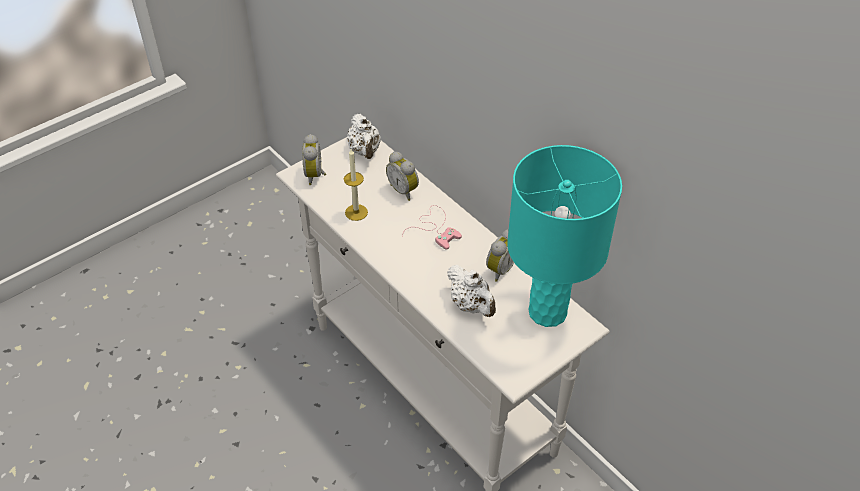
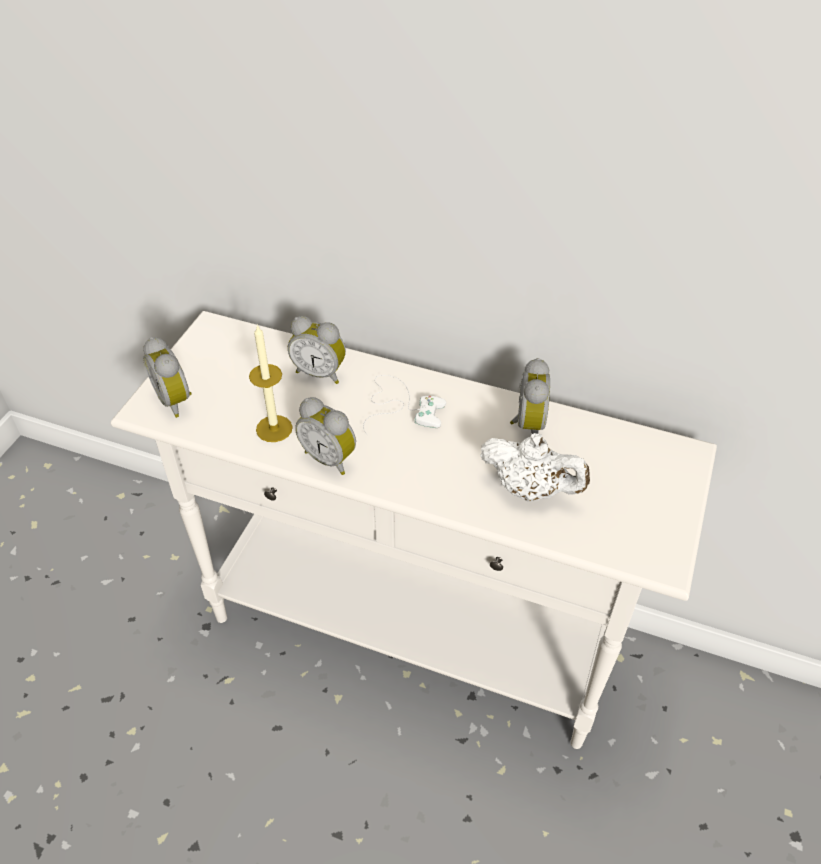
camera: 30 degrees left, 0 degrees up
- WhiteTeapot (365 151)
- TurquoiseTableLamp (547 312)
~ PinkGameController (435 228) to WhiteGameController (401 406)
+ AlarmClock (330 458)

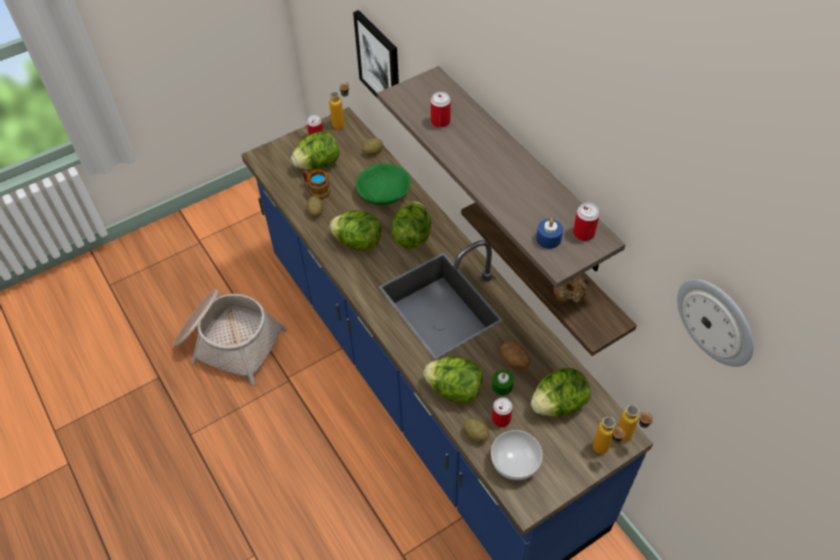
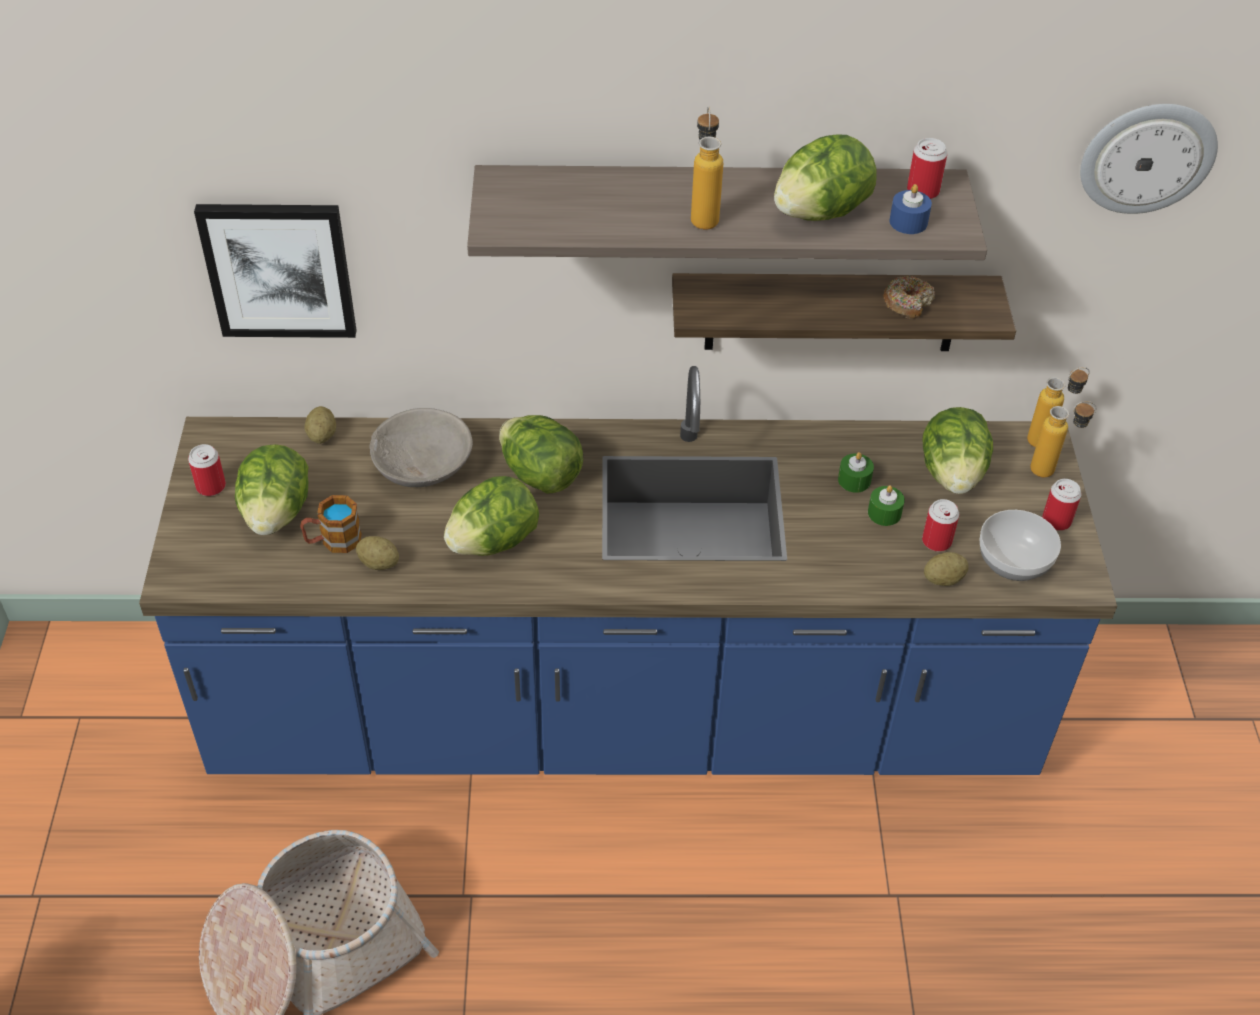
camera: 60 degrees left, 5 degrees down
~ Bottle (342 123) to (703 214)
~ Can (440 121) to (1056 520)
~ GreenBowl (384 193) to GreyBowl (423 465)
~ Potato (515 361) to GreenCandle (854 480)
~ Lettuce (454 389) to (820 212)

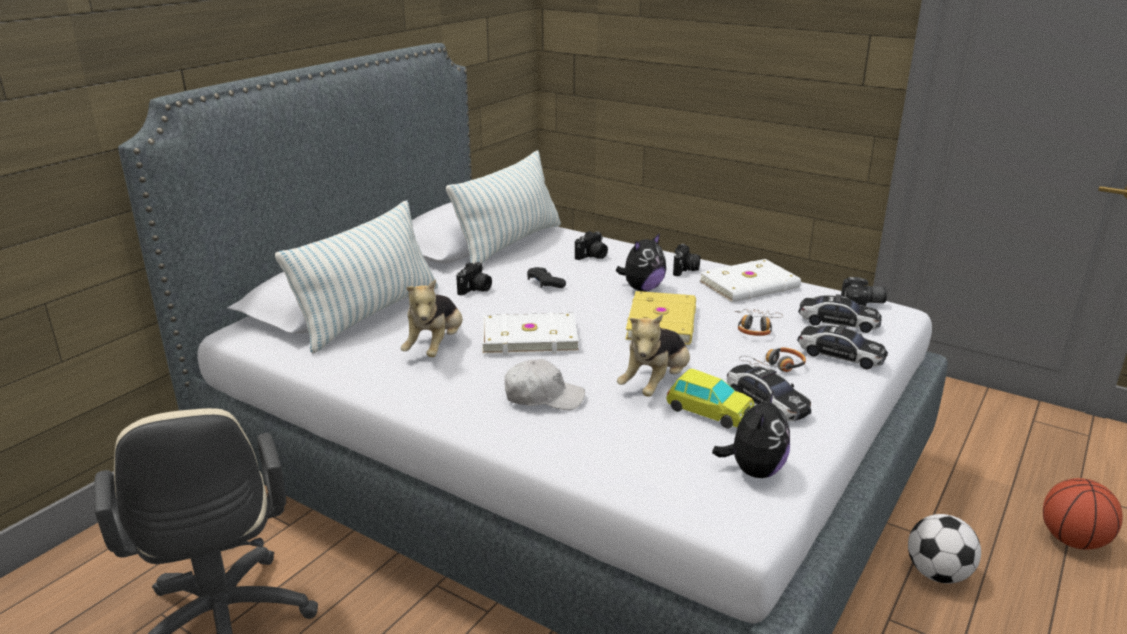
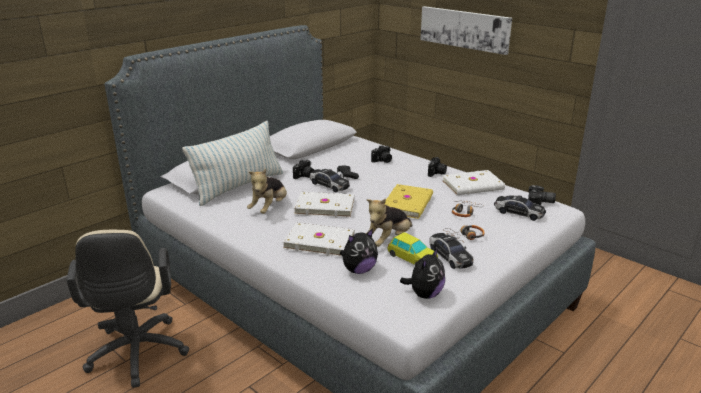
camera: 10 degrees right, 0 degrees up
- Pillow (509 244)
~ PlushToy (642 289) to (358 270)
~ ToyCar (840 355) to (329 185)
~ WhiteCap (543 397) to WhiteBook (319 241)
- Basketball (1072 540)
- Football (937 574)
+ Picture (464 29)

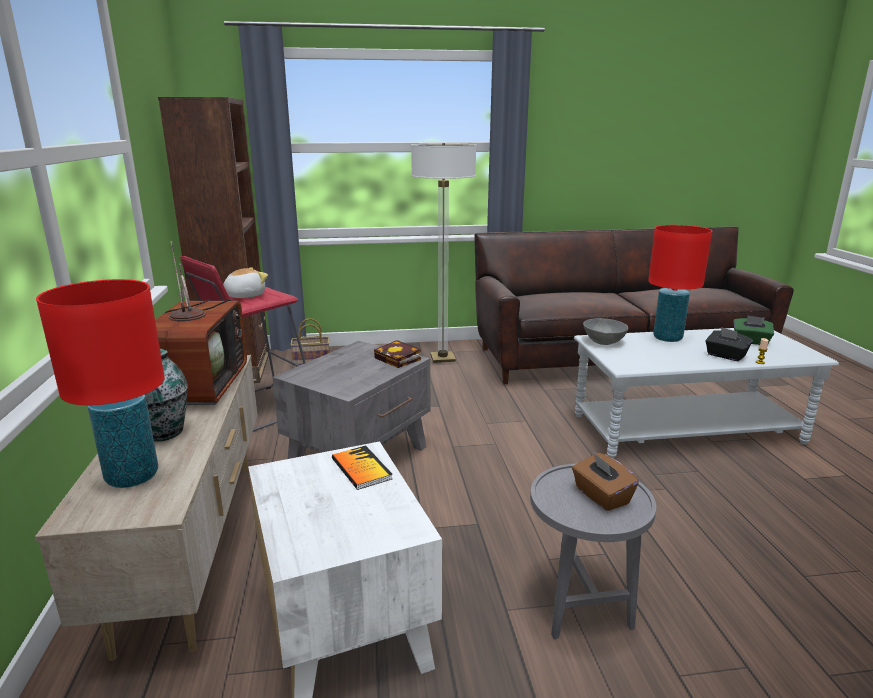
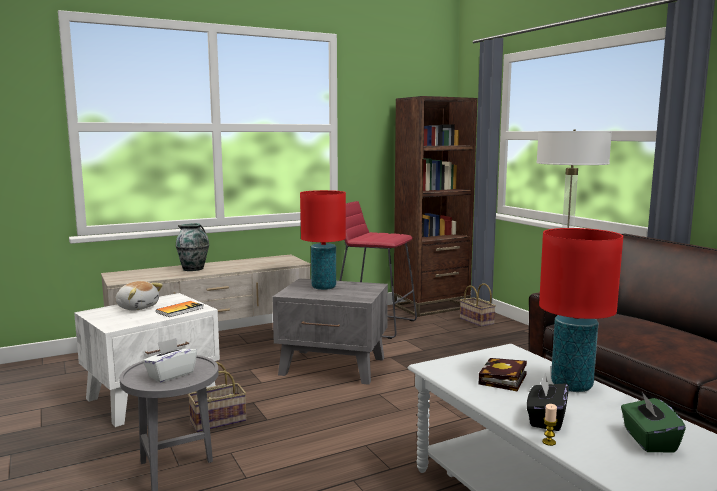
camera: 70 degrees right, 10 degrees down
- Television (200 386)
~ PlushToy (244 295) to (137 307)
~ RedTableLamp (132 476) to (324 287)
- GreyBowl (604 342)
~ Book (399 359) to (503 380)
~ BrownTissueBox (601 496) to WhiteTissueBox (171 375)
+ Basket (219 420)

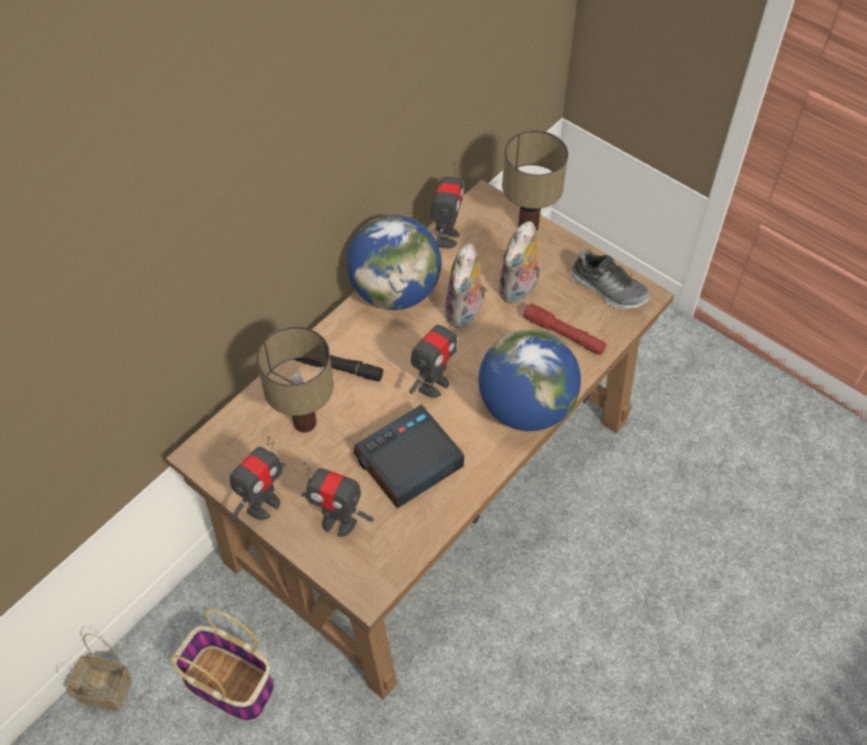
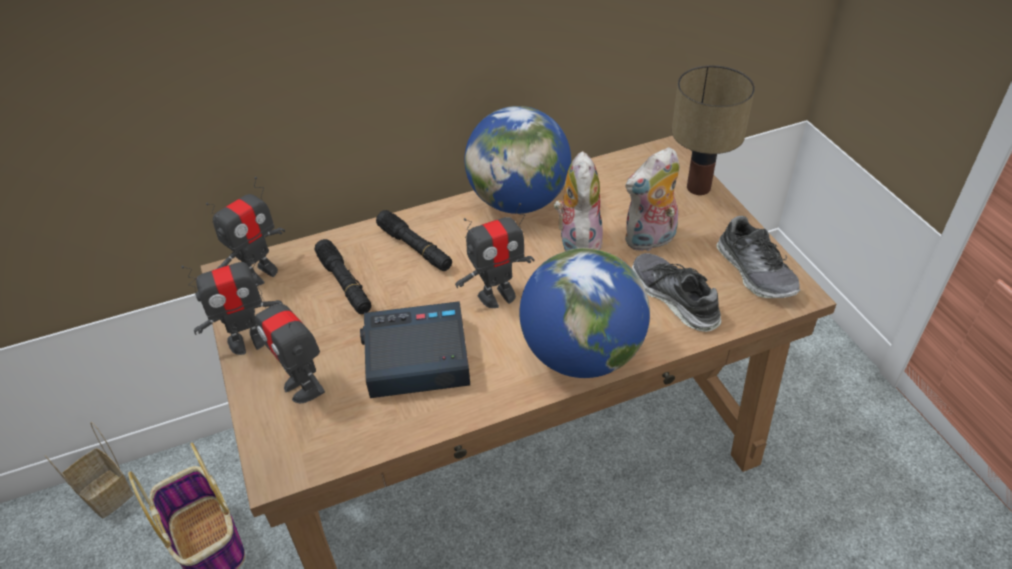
camera: 30 degrees right, 10 degrees down
~ ToyRobot (446 238) to (259 273)
~ PlushToy (465 313) = (577 242) 135 degrees clockwise
~ RedFlashlight (564 334) to Shoe (674 298)
~ TableLamp (305 424) to BlackFlashlight (344 283)

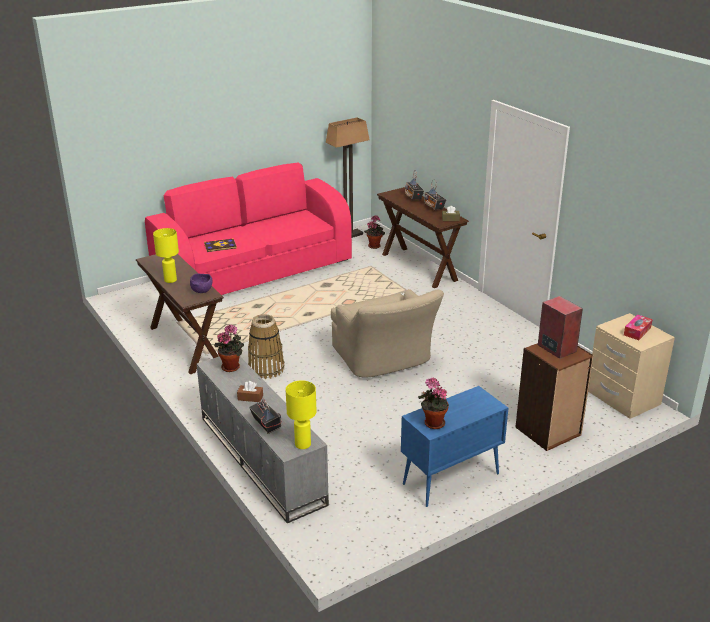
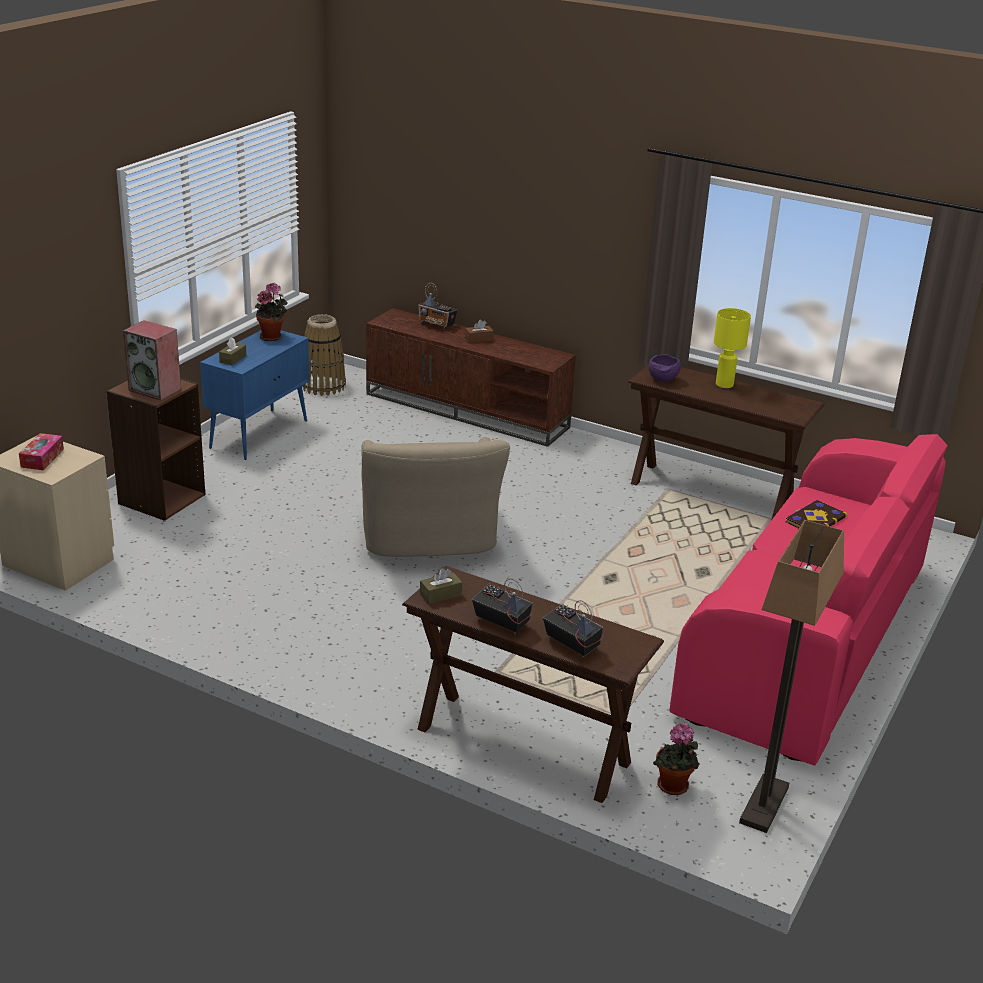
camera: 150 degrees right, 0 degrees up
~ BeigeArmchair (384 359) = (428 537) 135 degrees counterclockwise
~ Basket (266 369) to (323 386)
- PottedPlant (232 367)
~ GreyTvStand (259 459) to BrownTvStand (468 410)
- YellowTableLamp (303 445)
+ BrownTissueBox (233 359)

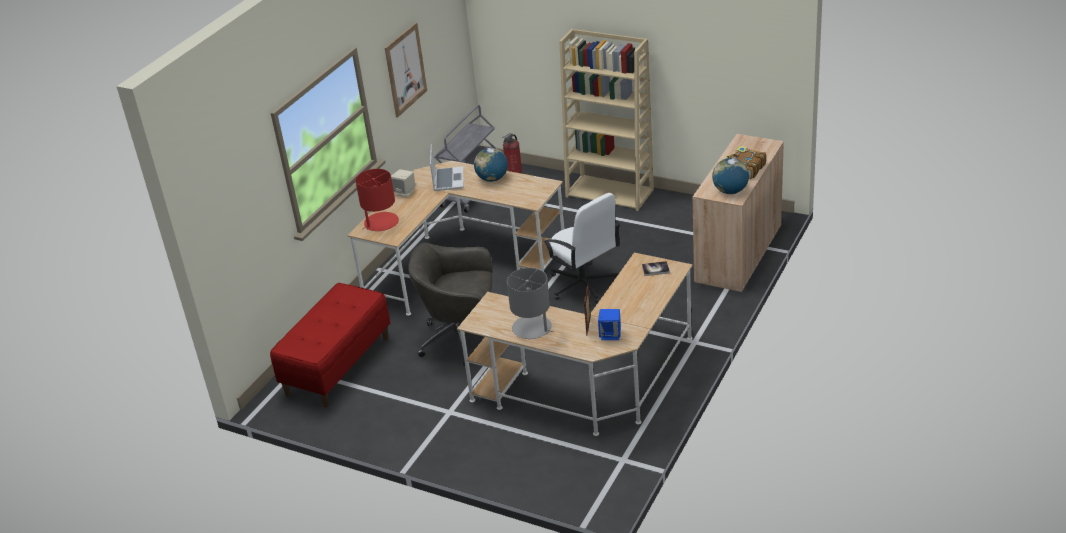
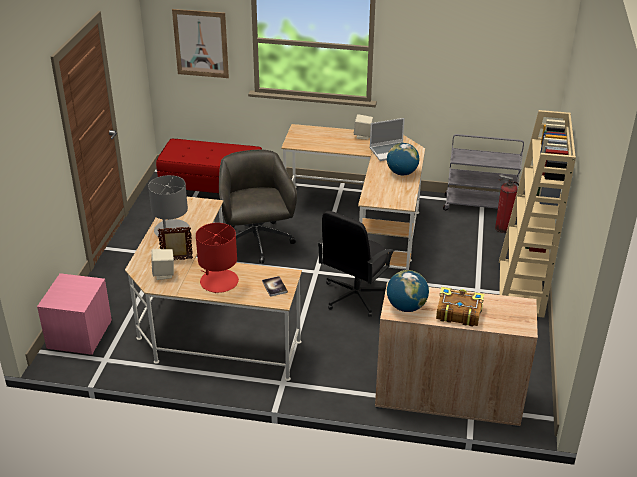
camera: 70 degrees right, 0 degrees up
~ Picture (405 69) to (201 43)
~ RedTableLamp (381 223) to (218 281)
~ WhiteOfficeChair (583 285) to BlackOfficeChair (355 296)
~ BlueSpeaker (610 335) to BeigeSpeaker (164 274)
+ PinkNightstand (79 335)

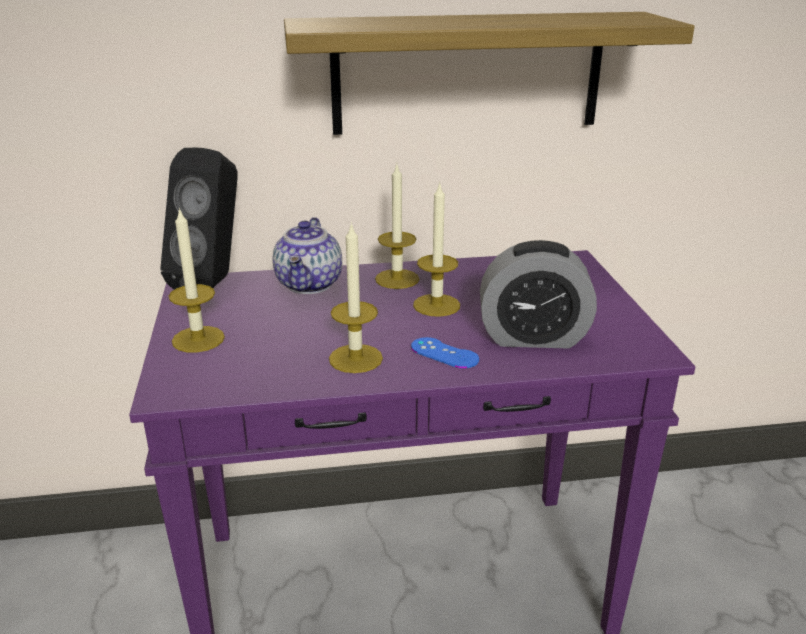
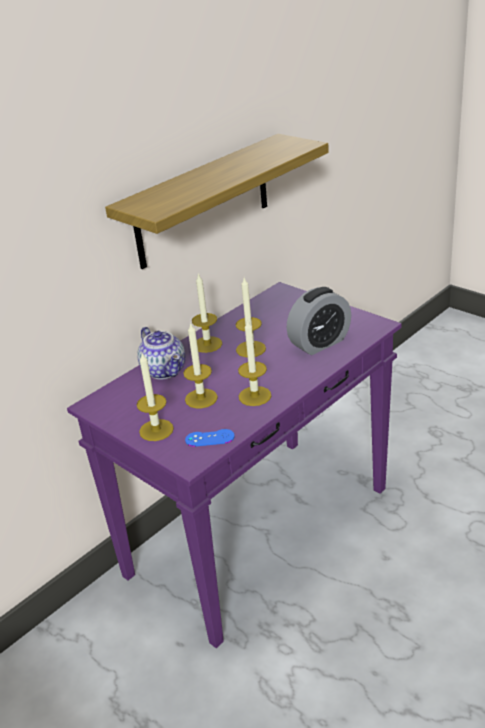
camera: 35 degrees left, 5 degrees up
- BlackSpeaker (214 283)
~ BlueGameController (444 353) to (210 438)
+ Candle (201 398)

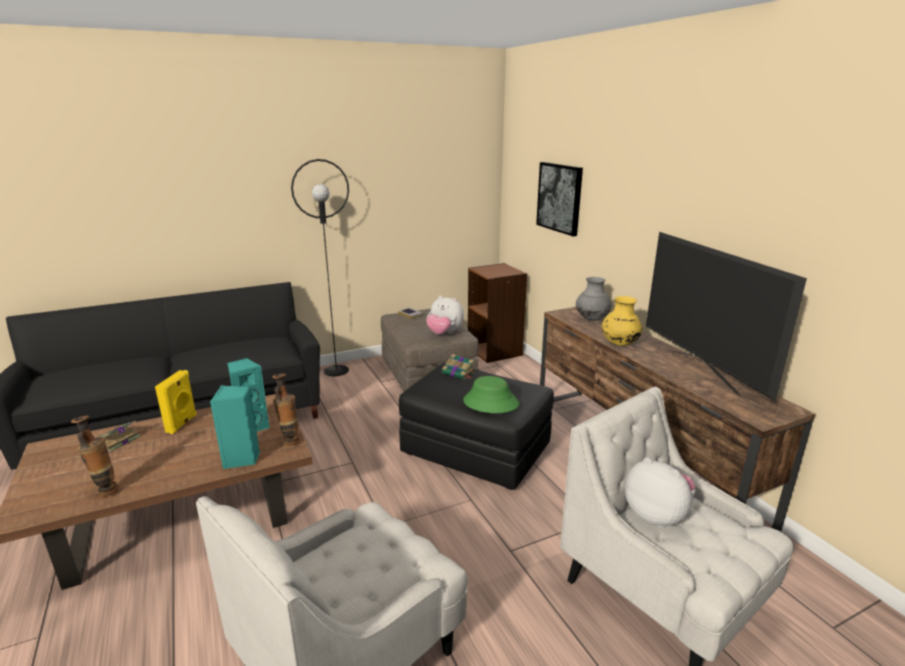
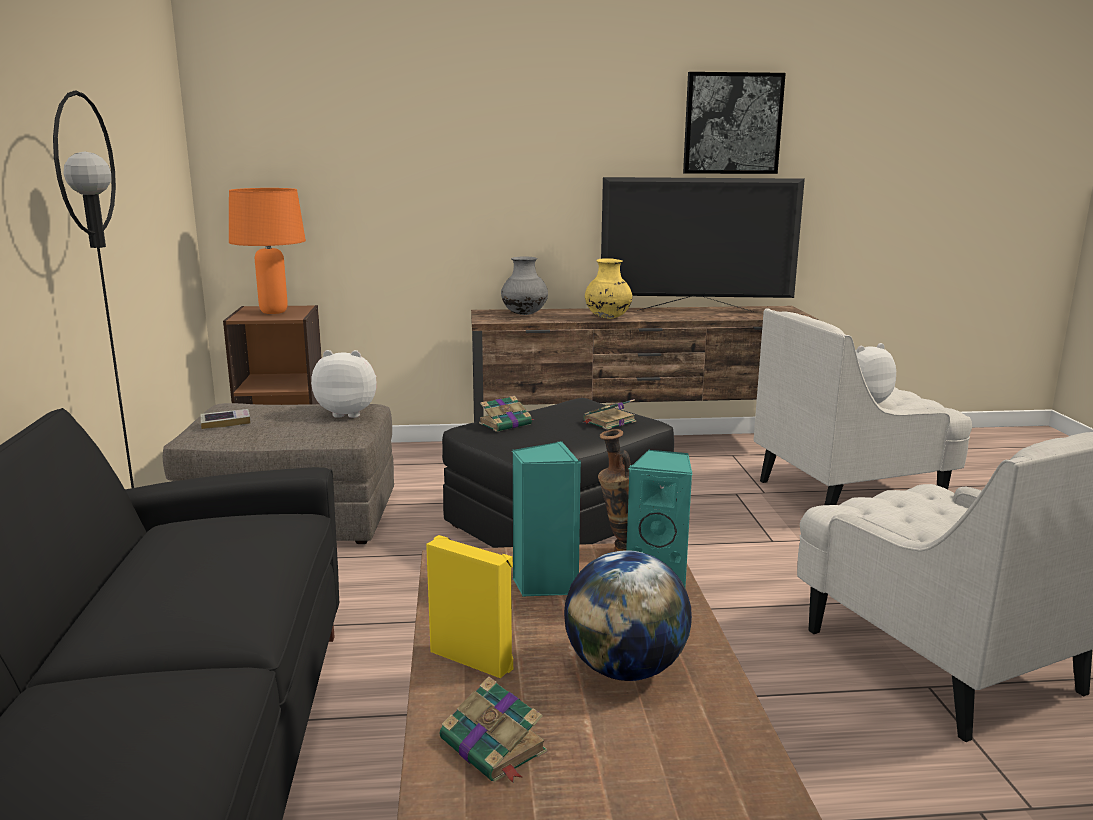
camera: 70 degrees left, 5 degrees down
~ Picture (559 198) to (732 123)
~ PlushToy (444 333) = (348 413) 135 degrees counterclockwise
~ GreenHat (490 402) to Book (608 421)
- Vase (105 490)
+ OrangeTableLamp (273 312)
+ Globe (626 669)

